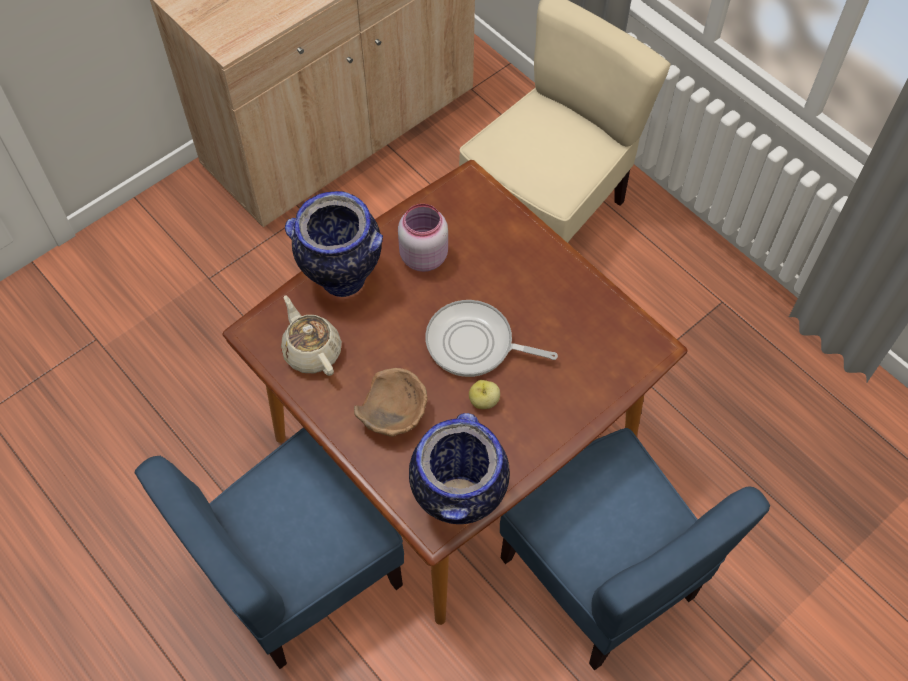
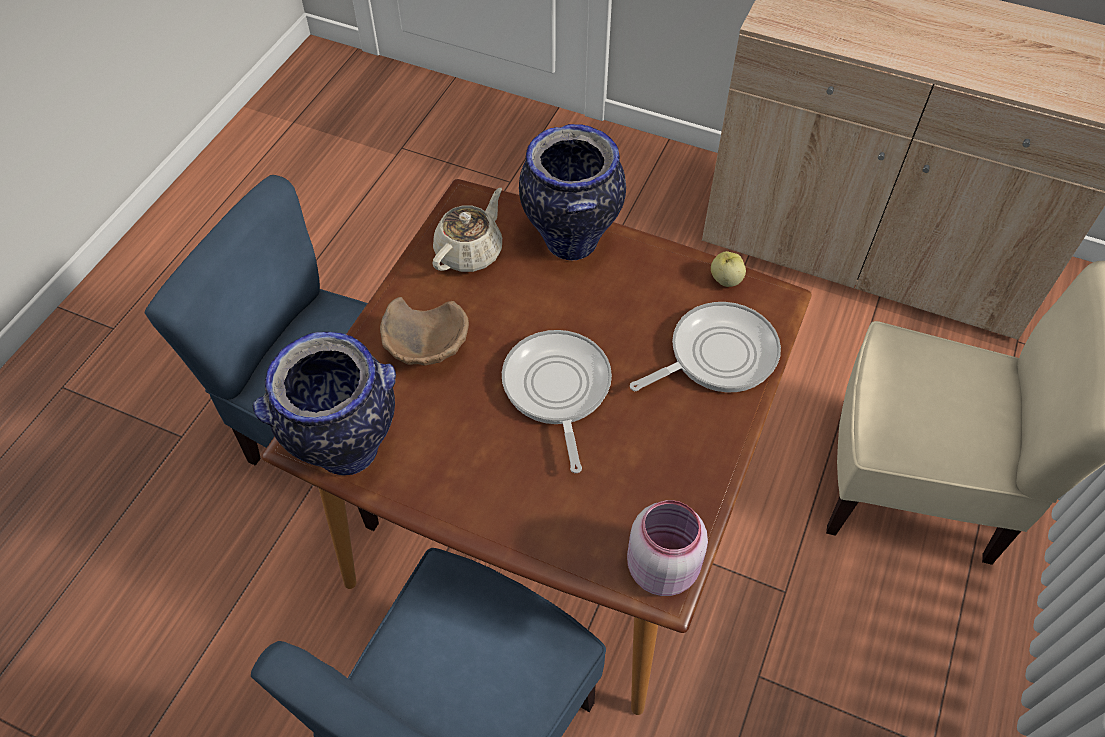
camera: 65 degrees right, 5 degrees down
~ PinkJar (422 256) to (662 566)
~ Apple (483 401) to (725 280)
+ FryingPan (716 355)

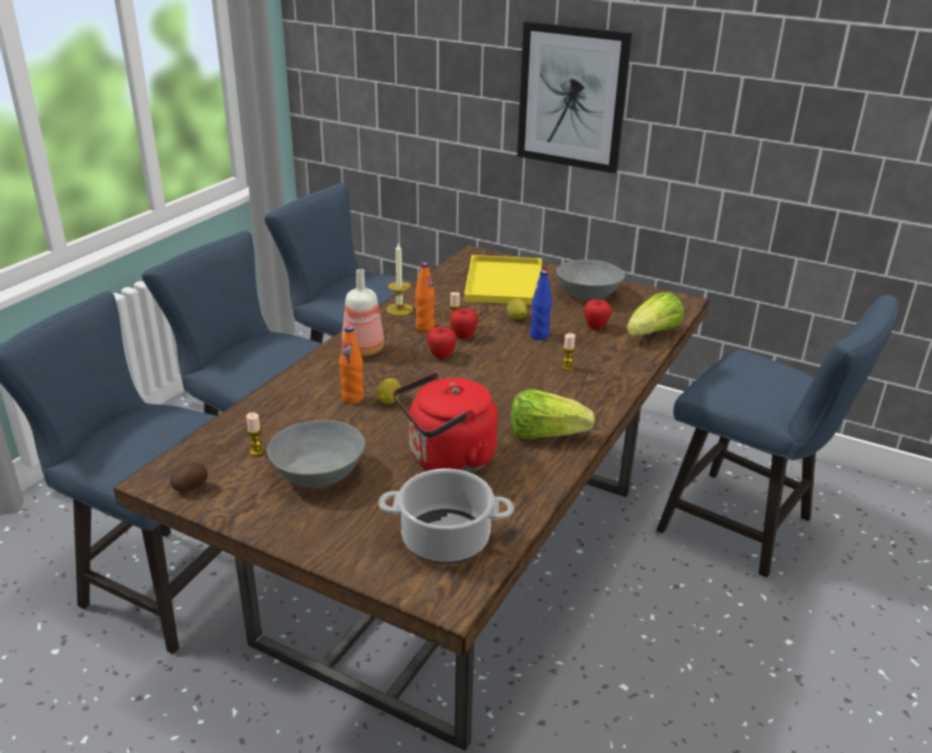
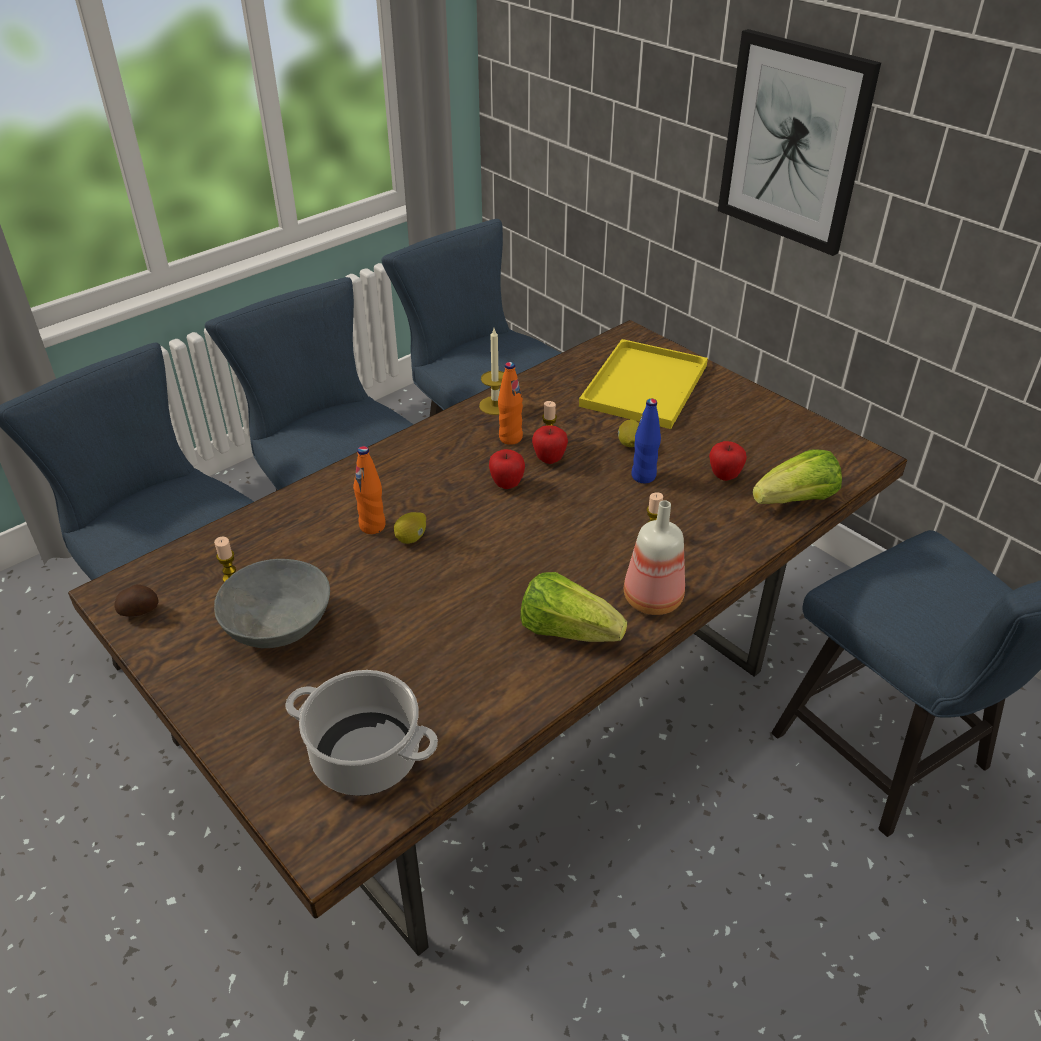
camera: 20 degrees right, 10 degrees up
- GreyBowl (588 294)
~ Bottle (363 350) to (653 600)
- RedKettle (447 460)

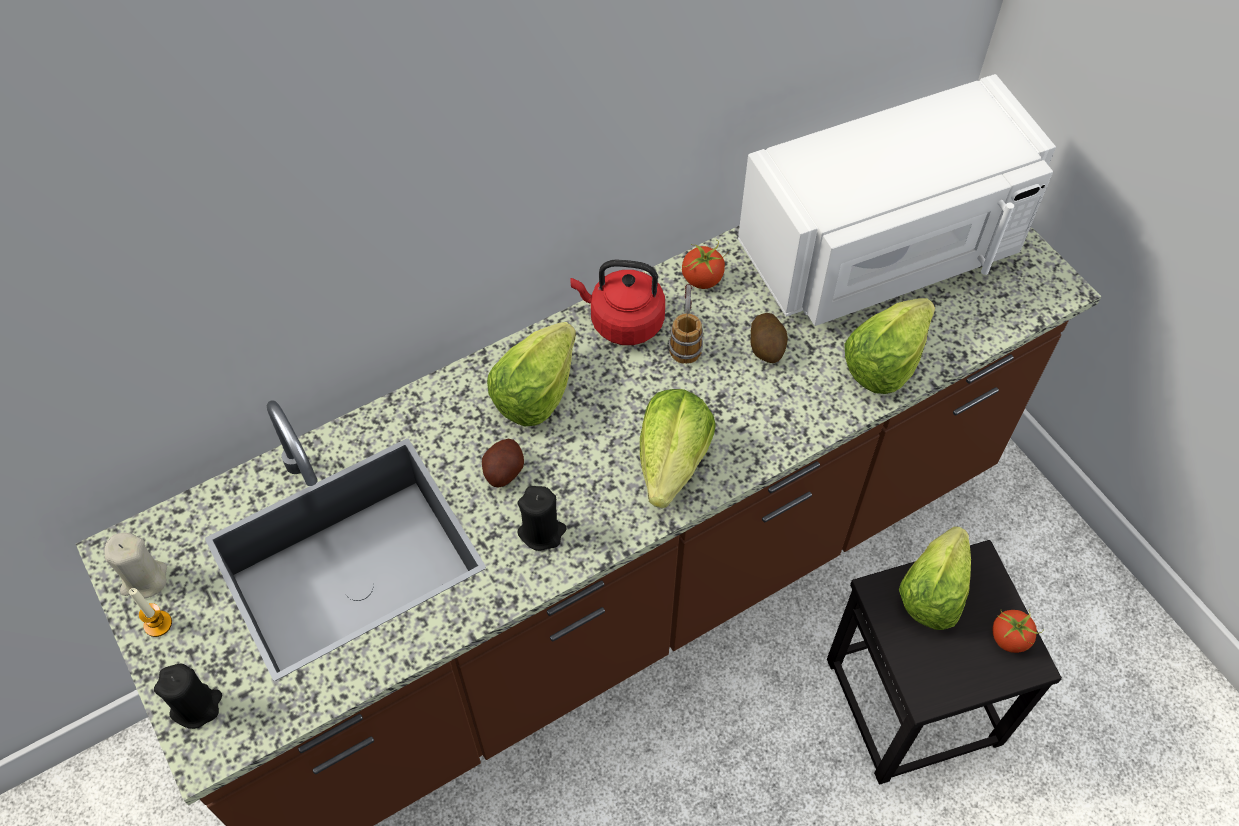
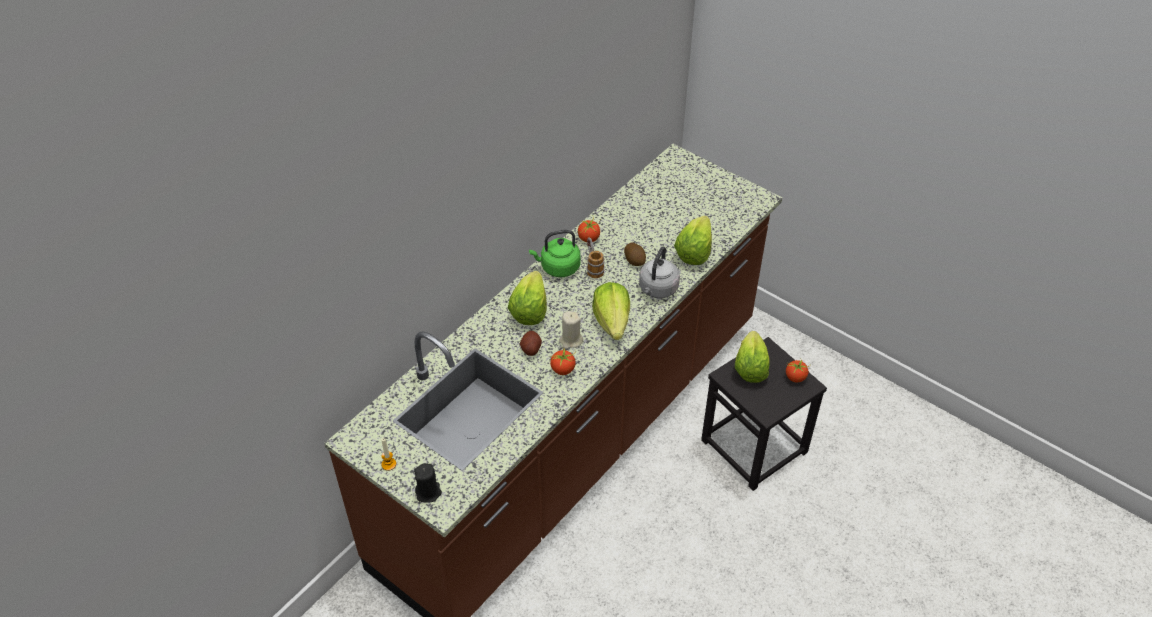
camera: 20 degrees left, 10 degrees down
- WhiteMicrowave (884 251)
~ RedKettle (622 321) to GreenKettle (558 267)
~ BlackCandle (542 531) to Tomato (563 369)
~ BeigeCandle (144 579) to (571 340)
+ GreyKettle (657 289)

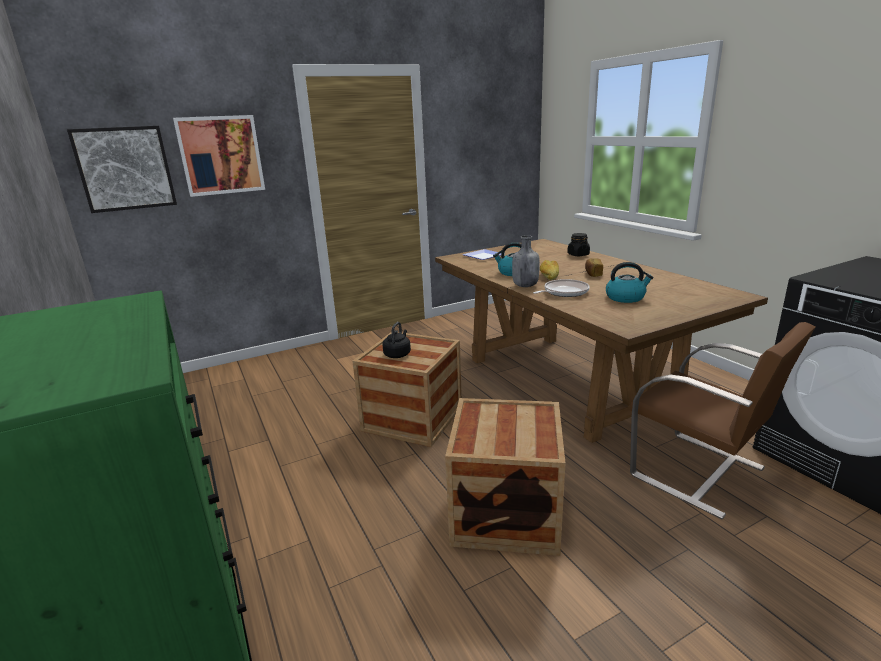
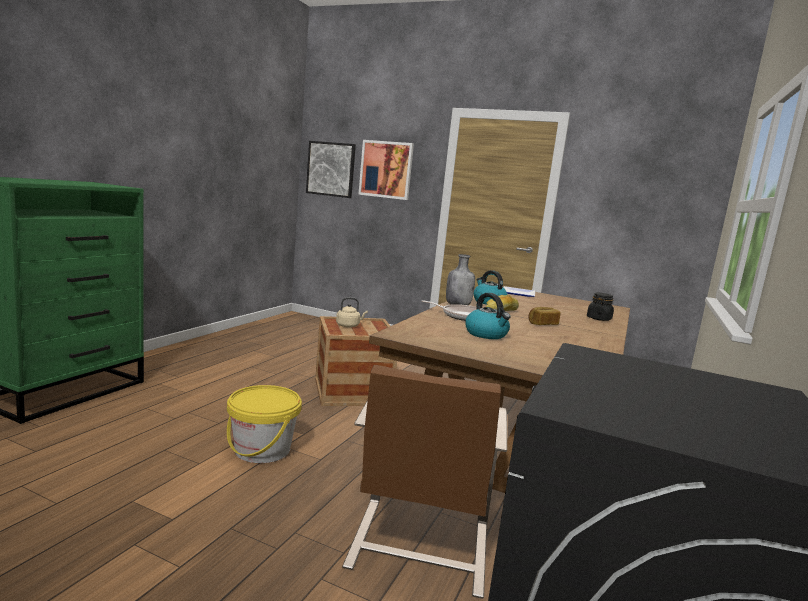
camera: 50 degrees right, 10 degrees down
~ BlackKettle (398 354) to BeigeKettle (349 325)
~ Crate (506 512) to YellowBucket (262 450)

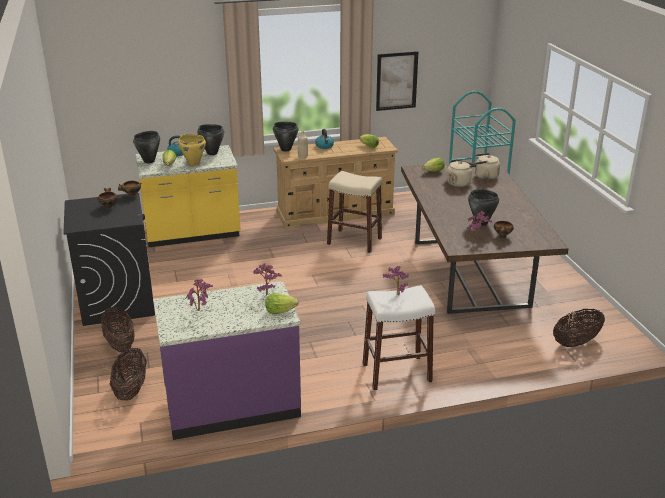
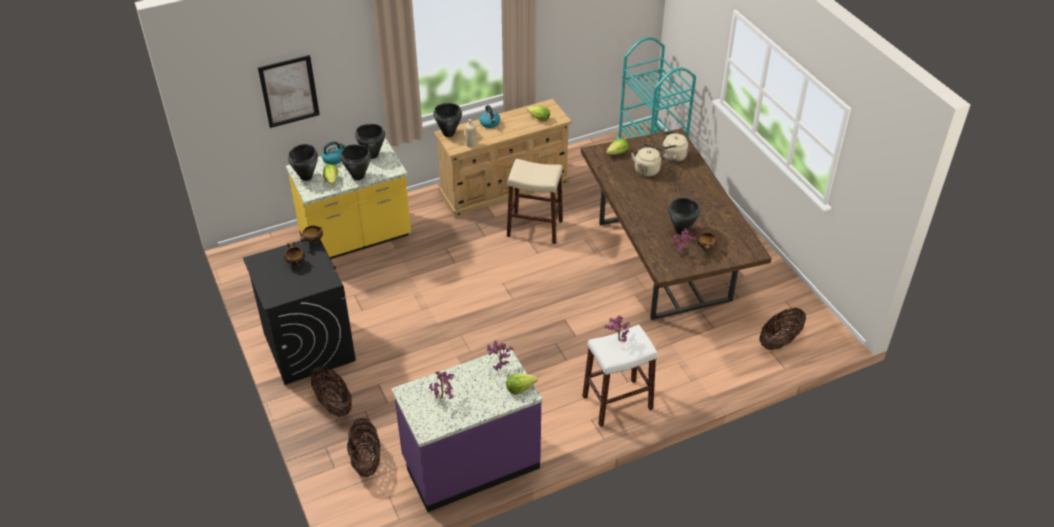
camera: 10 degrees left, 15 degrees up
~ Picture (396 81) to (289 91)
~ YellowCookingPot (193 164) to BlackCookingPot (358 176)

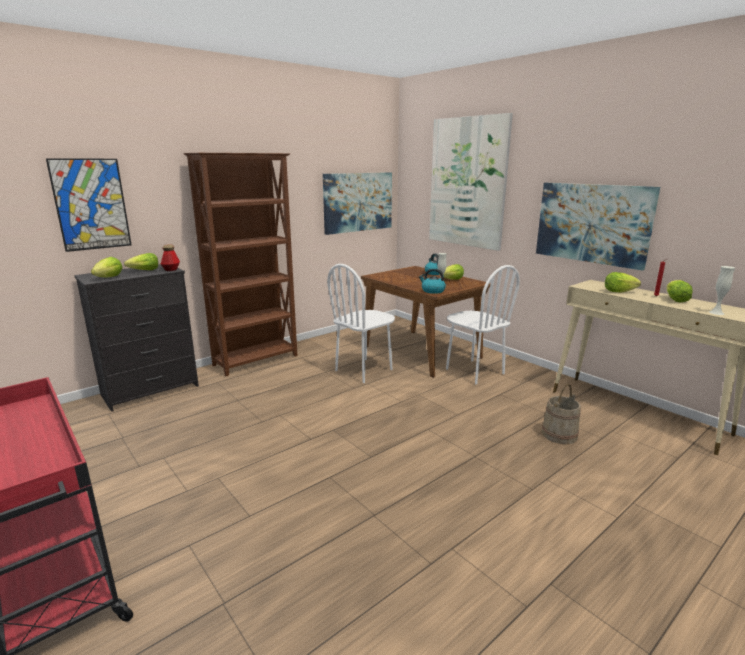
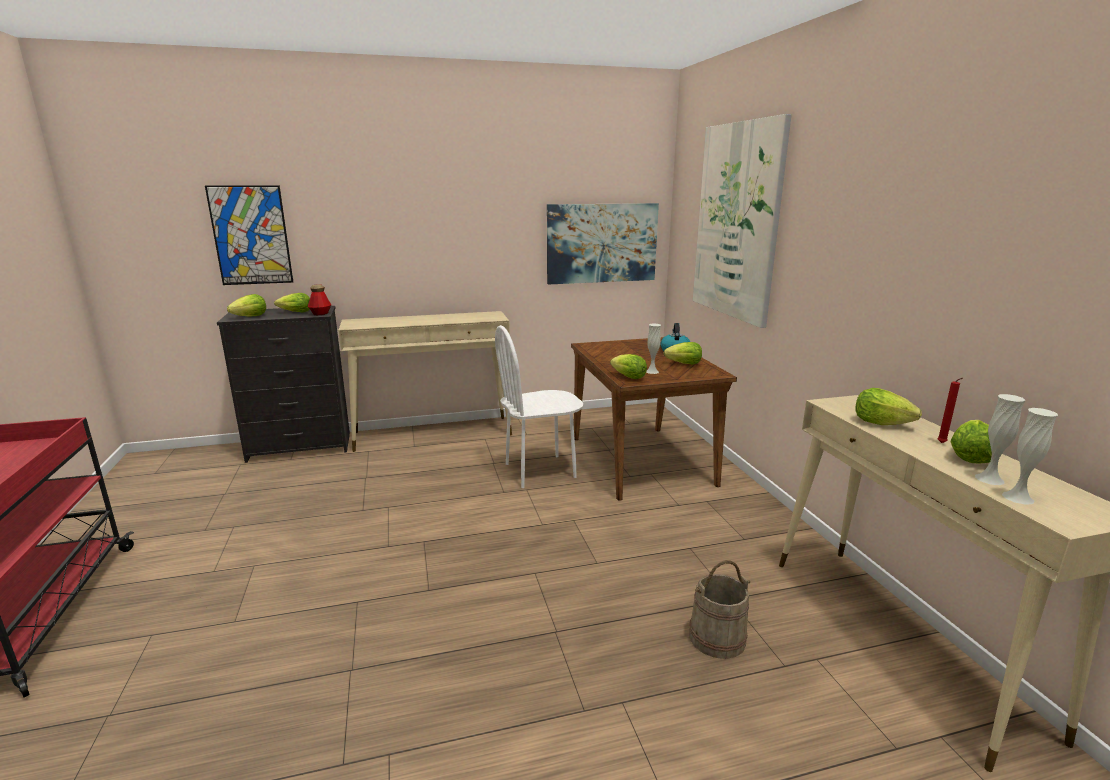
camera: 25 degrees right, 0 degrees up
~ BrownBookcase (257 360) to BeigeConsoleTable (434 433)
- Picture (592 223)
- WhiteChair (474 371)
~ Kettle (432 291) to Lettuce (629 377)
+ WhiteVase (989 479)

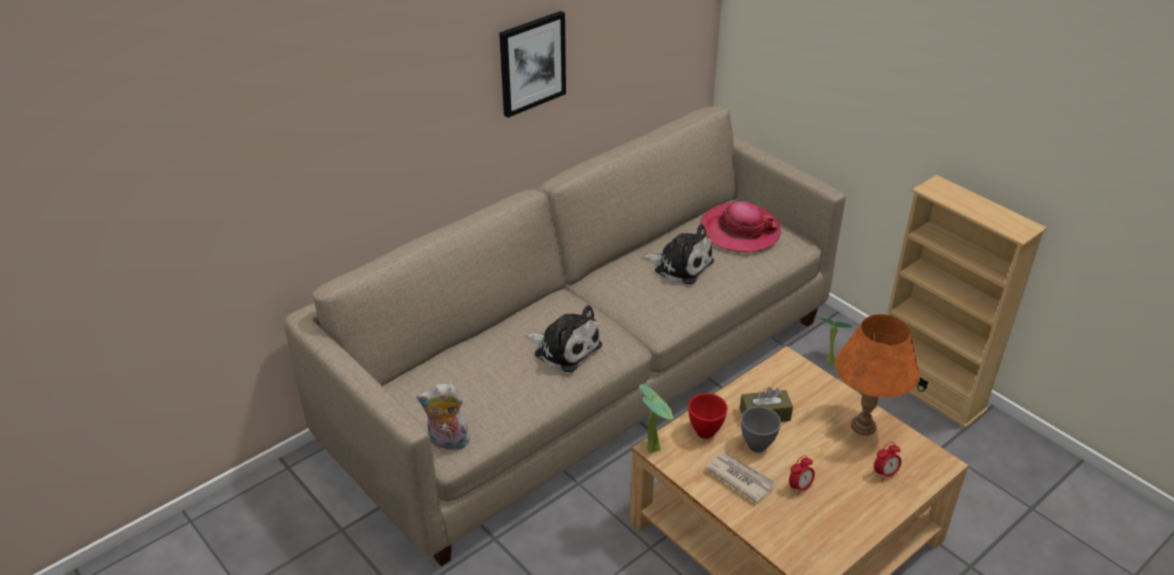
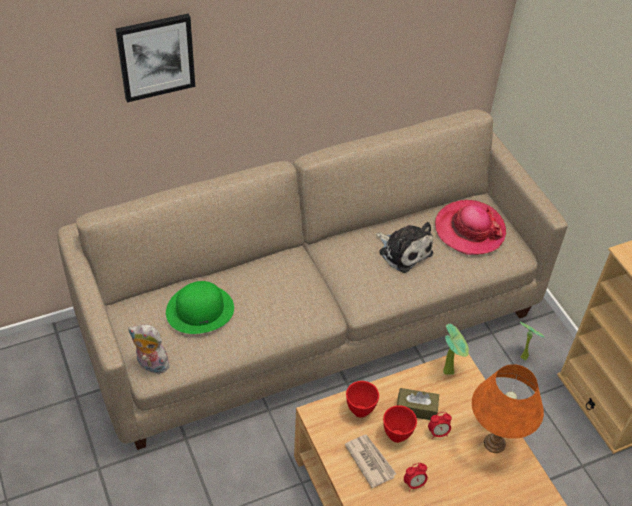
camera: 15 degrees right, 10 degrees up
~ Picture (532 63) to (156 57)
- PlushToy (565 348)
~ PottedPlant (654 447) to (450 370)
~ GreyBowl (758 445) to RedBowl (397 436)
~ AlarmClock (885 474) to (438 433)
+ GreenHat (200 309)

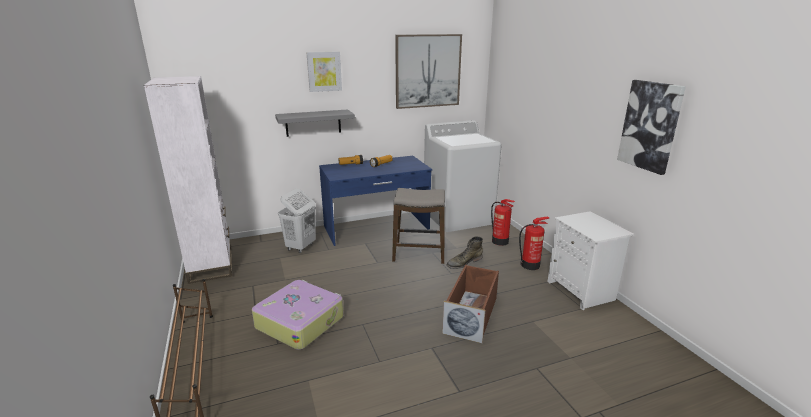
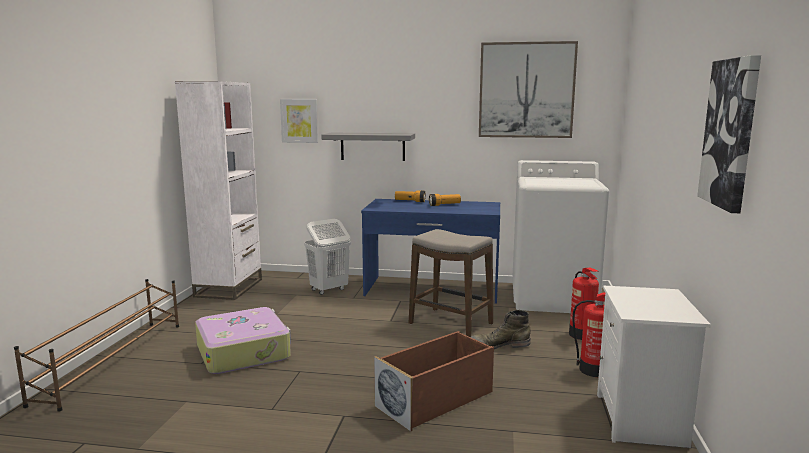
camera: 30 degrees right, 10 degrees down
~ Picture (324 71) to (299 120)

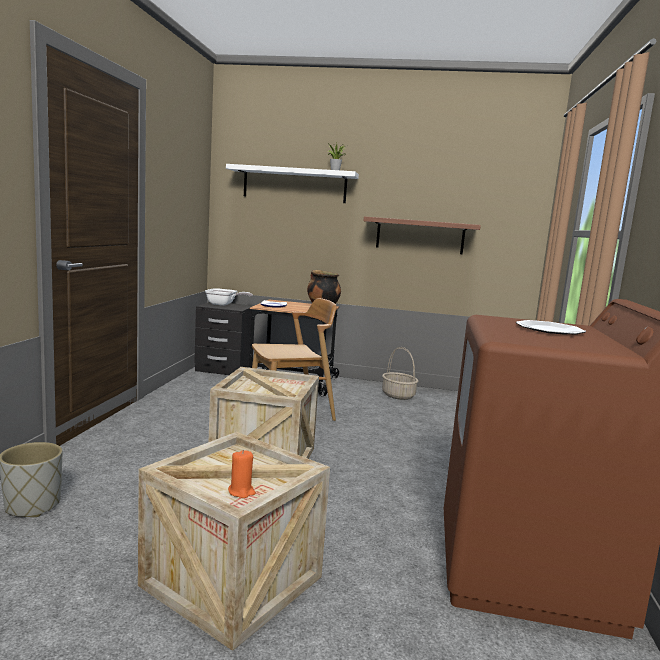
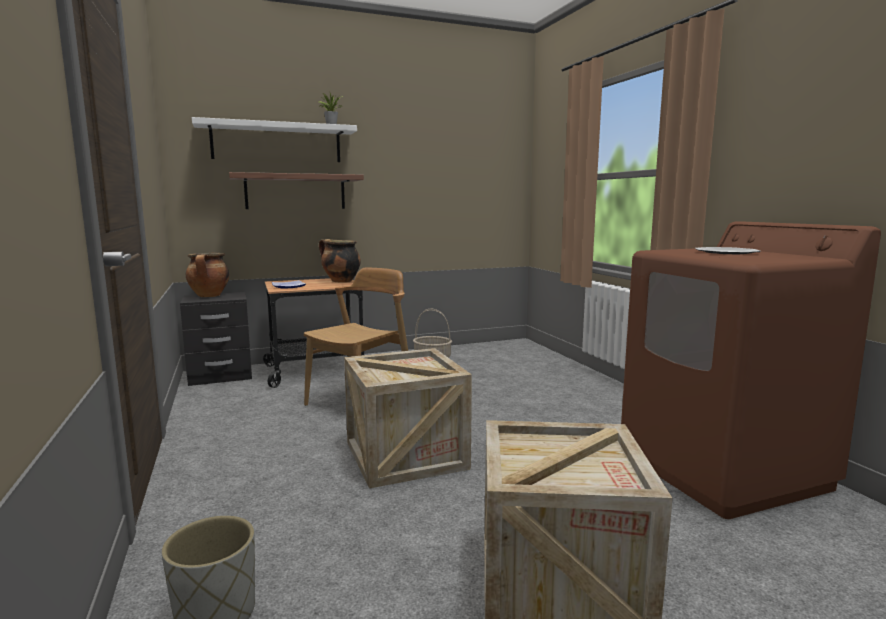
camera: 30 degrees left, 0 degrees up
~ Shelf (420 236) to (295 192)
~ FryingPan (224 304) to CookingPot (209 296)
- OrangeCandle (241 492)

